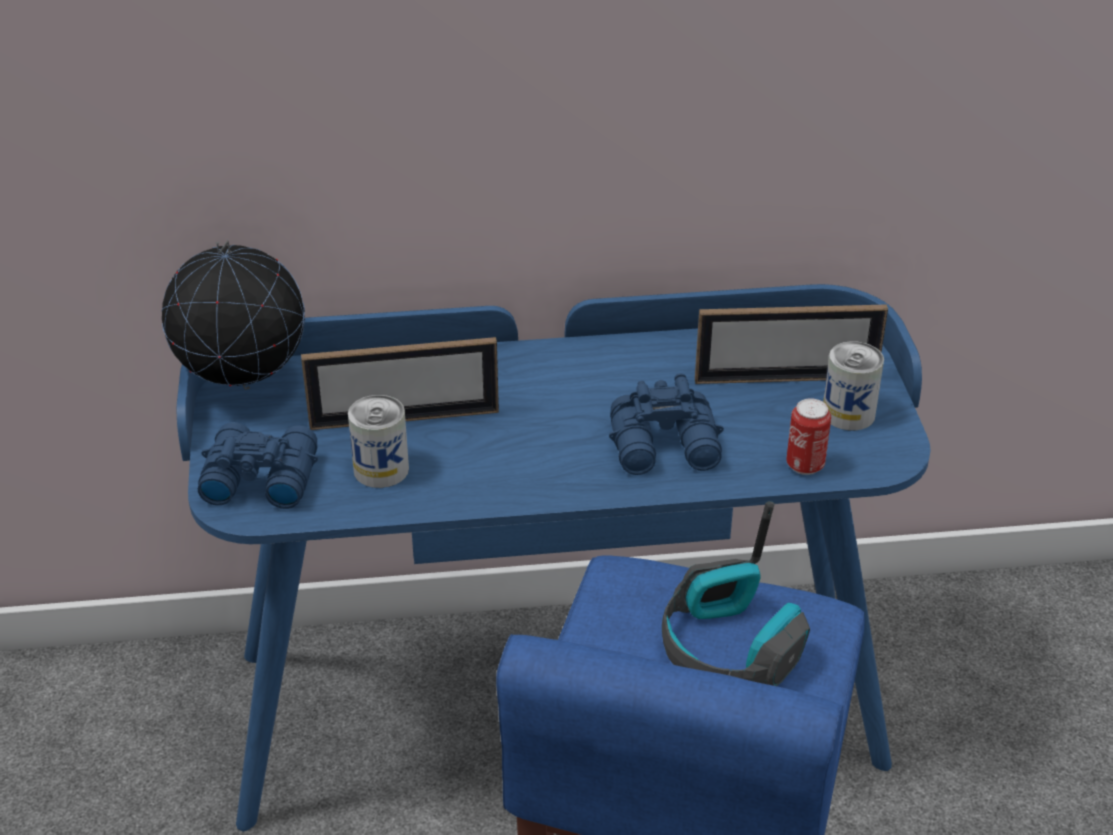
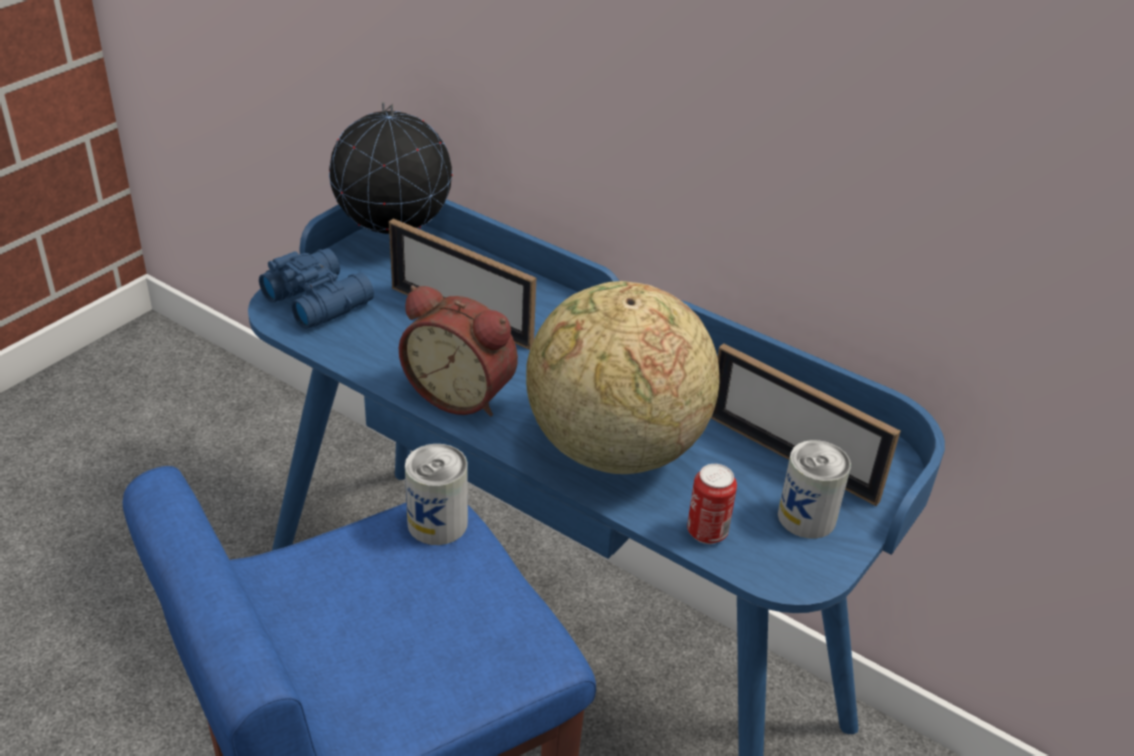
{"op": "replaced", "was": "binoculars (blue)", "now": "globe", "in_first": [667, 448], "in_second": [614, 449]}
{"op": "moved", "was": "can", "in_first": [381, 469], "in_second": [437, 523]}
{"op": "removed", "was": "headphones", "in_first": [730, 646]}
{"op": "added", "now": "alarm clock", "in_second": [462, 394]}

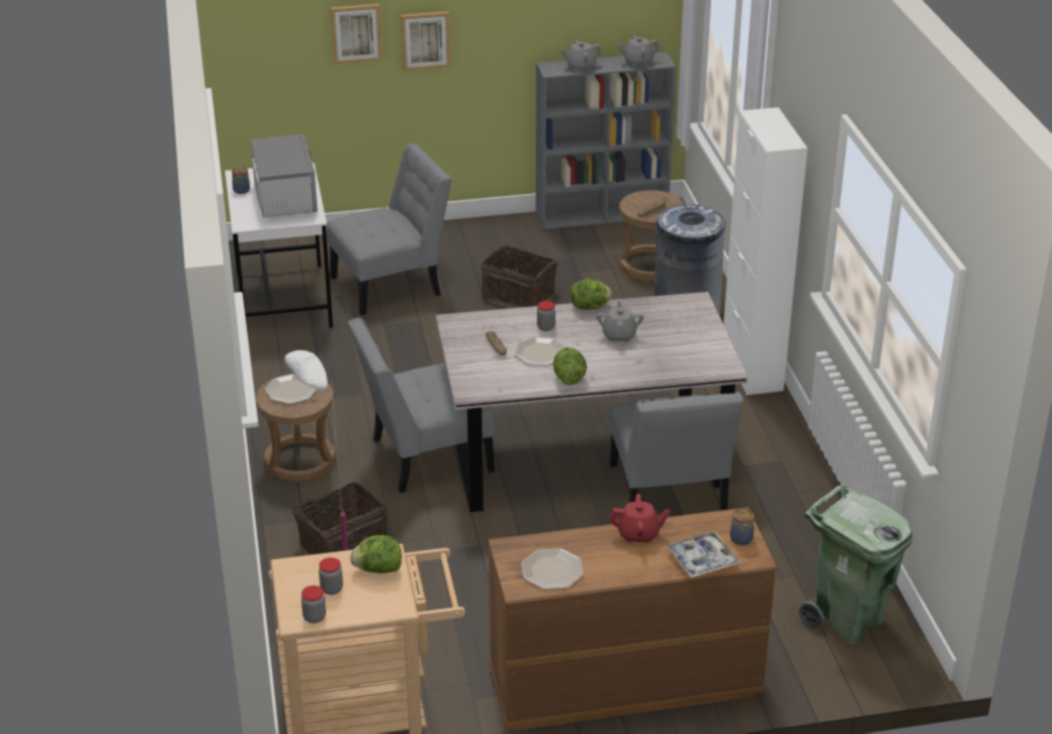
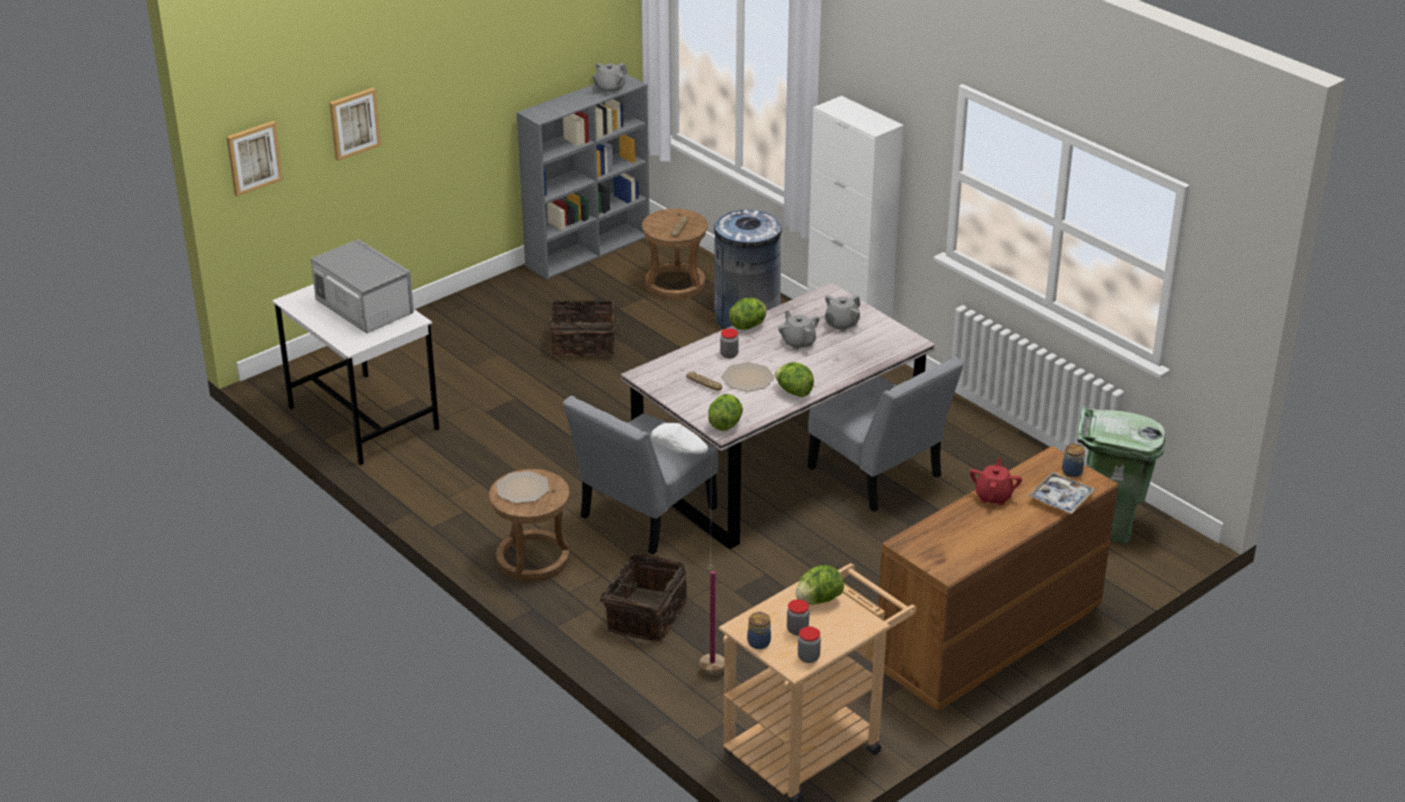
{"op": "moved", "was": "picture", "in_first": [425, 40], "in_second": [253, 157]}
{"op": "moved", "was": "teapot (grey)", "in_first": [580, 67], "in_second": [841, 324]}
{"op": "removed", "was": "chair (grey)", "in_first": [392, 285]}
{"op": "moved", "was": "jar", "in_first": [242, 190], "in_second": [759, 642]}
{"op": "turned", "was": "teapot (red)", "in_first": [638, 534], "in_second": [993, 496], "clockwise": -45}
{"op": "removed", "was": "plate", "in_first": [552, 571]}
{"op": "added", "now": "lettuce", "in_second": [725, 424]}

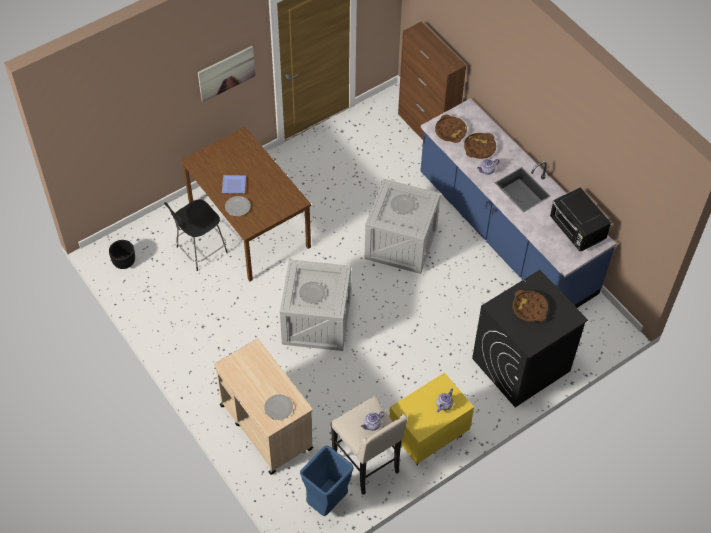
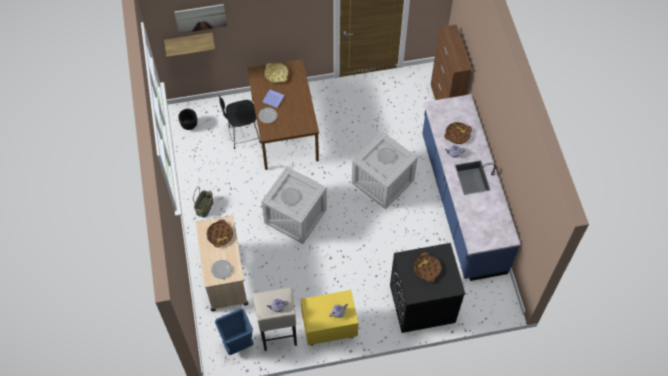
{"op": "moved", "was": "picture", "in_first": [226, 73], "in_second": [201, 18]}
{"op": "moved", "was": "tray (brown)", "in_first": [450, 131], "in_second": [220, 235]}
{"op": "removed", "was": "microwave (black)", "in_first": [577, 230]}
{"op": "added", "now": "shelf", "in_second": [189, 41]}
{"op": "added", "now": "tray (yellow)", "in_second": [276, 74]}
{"op": "added", "now": "basket", "in_second": [205, 207]}

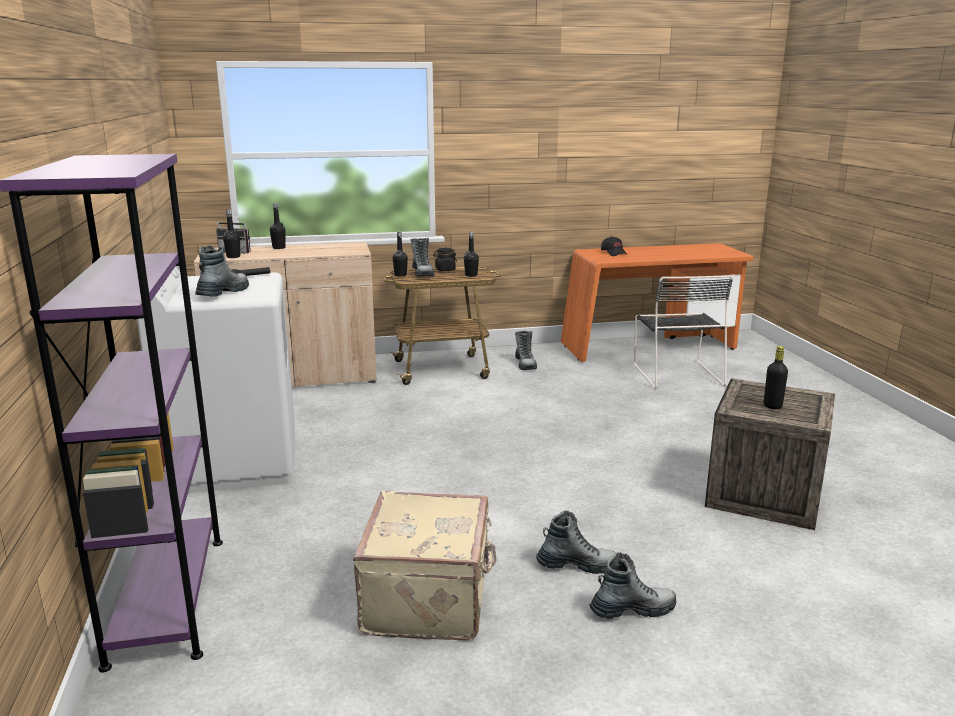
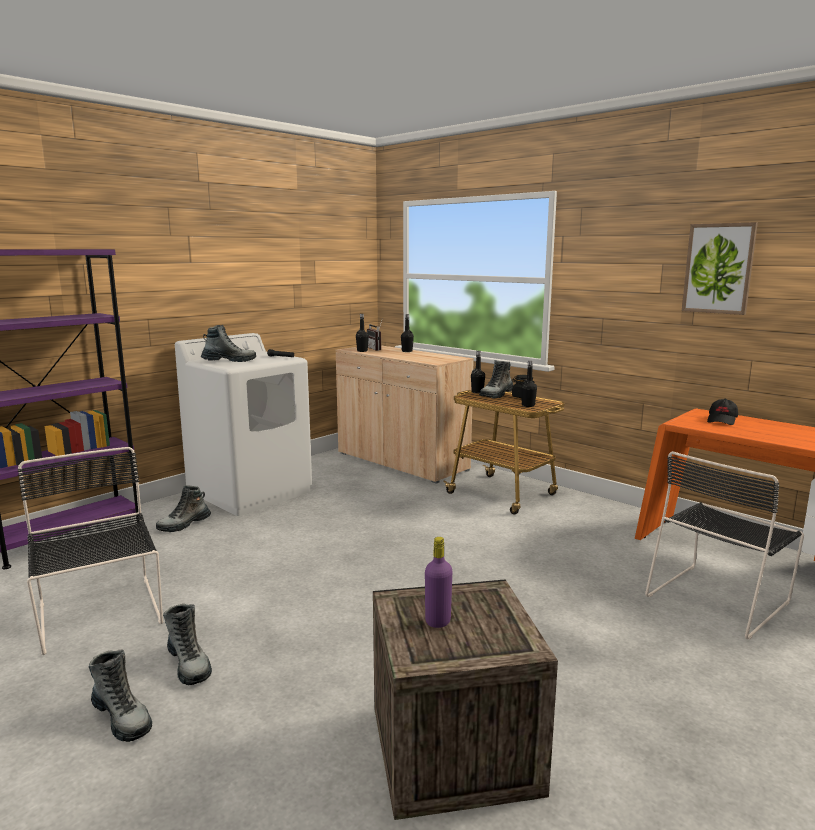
{"op": "moved", "was": "boot", "in_first": [525, 364], "in_second": [184, 524]}
{"op": "recoloured", "was": "bottle (black)", "now": "bottle (purple)", "in_first": [772, 406], "in_second": [438, 621]}
{"op": "replaced", "was": "suitcase (beige)", "now": "chair (black)", "in_first": [430, 599], "in_second": [100, 616]}
{"op": "added", "now": "picture", "in_second": [718, 268]}

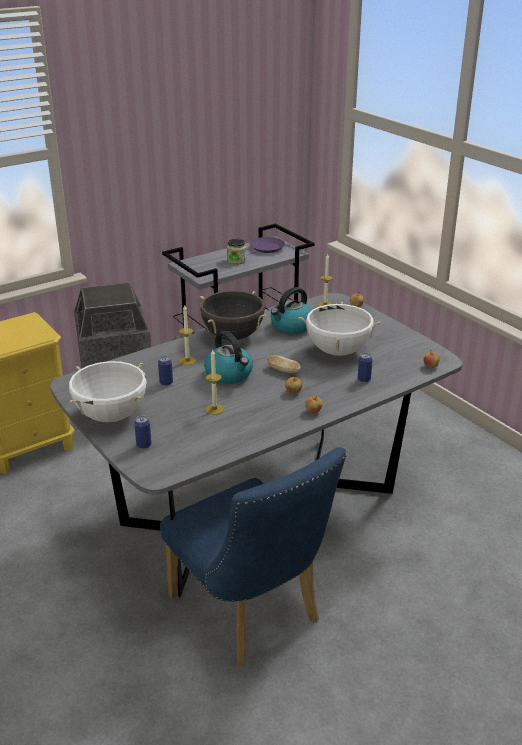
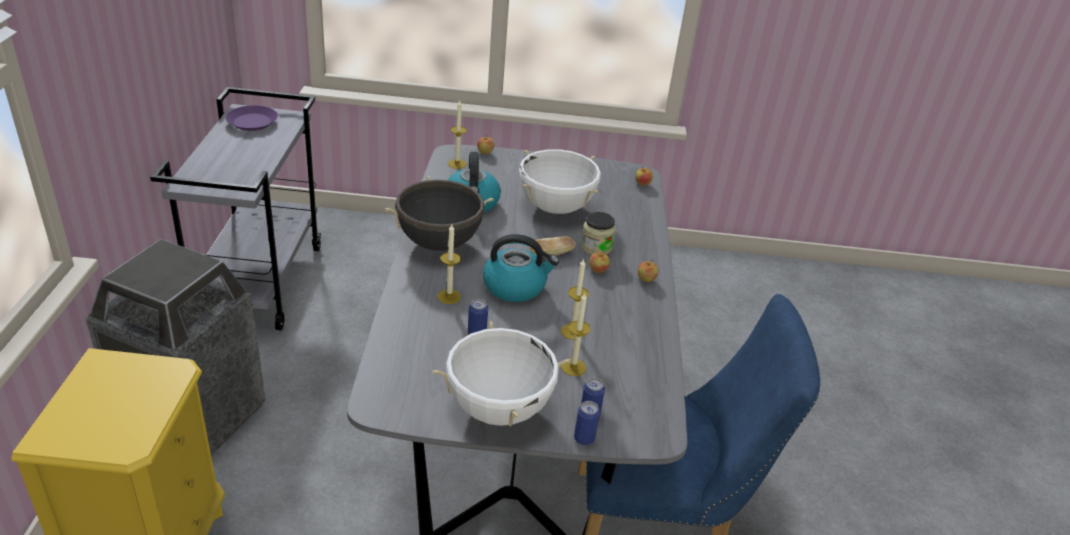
{"op": "moved", "was": "jar", "in_first": [236, 260], "in_second": [596, 247]}
{"op": "moved", "was": "can", "in_first": [364, 379], "in_second": [584, 438]}
{"op": "added", "now": "candle", "in_second": [573, 367]}

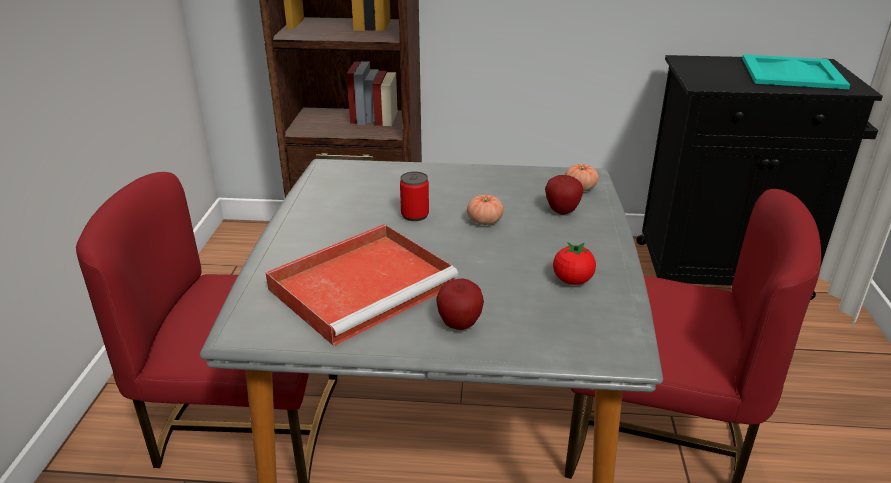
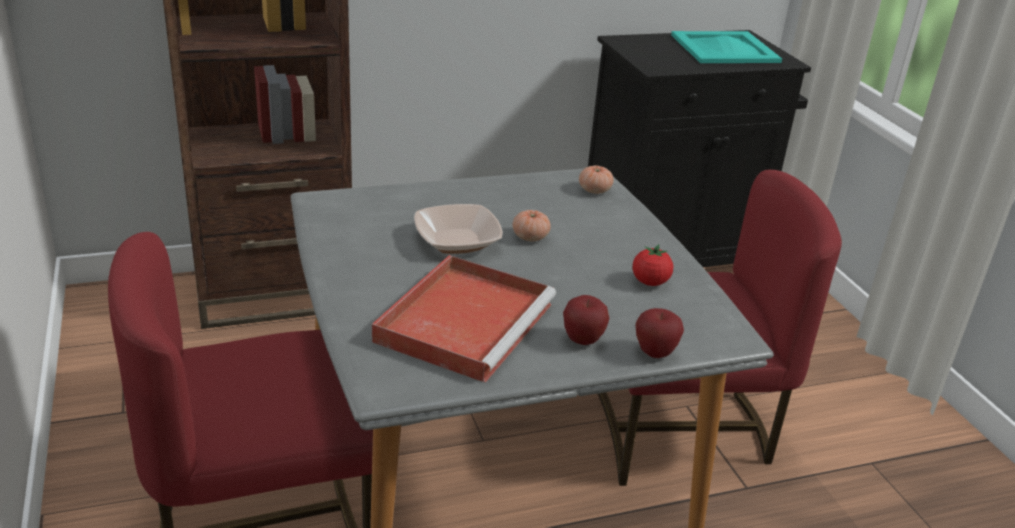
{"op": "replaced", "was": "can", "now": "bowl", "in_first": [415, 215], "in_second": [457, 241]}
{"op": "moved", "was": "apple", "in_first": [562, 211], "in_second": [655, 353]}

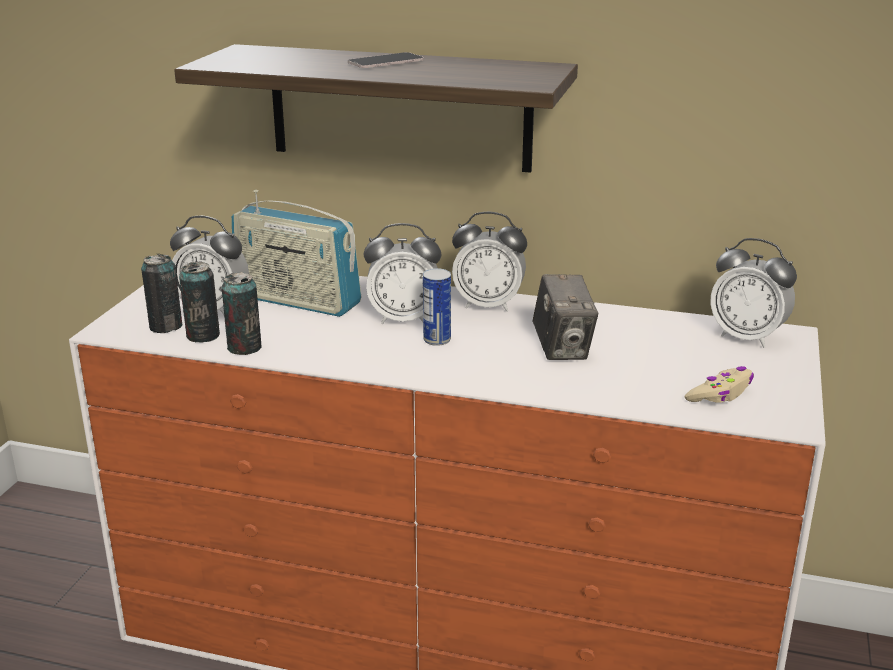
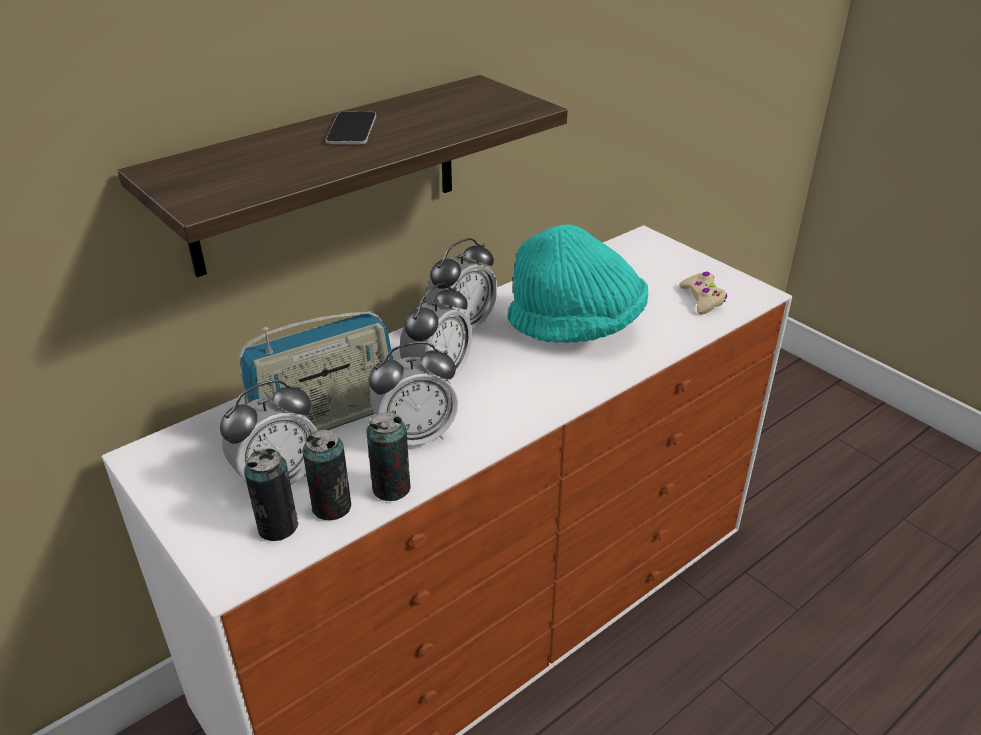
{"op": "moved", "was": "alarm clock", "in_first": [747, 337], "in_second": [416, 436]}
{"op": "removed", "was": "can", "in_first": [437, 340]}
{"op": "replaced", "was": "photo camera", "now": "hat (turquoise)", "in_first": [562, 349], "in_second": [576, 327]}

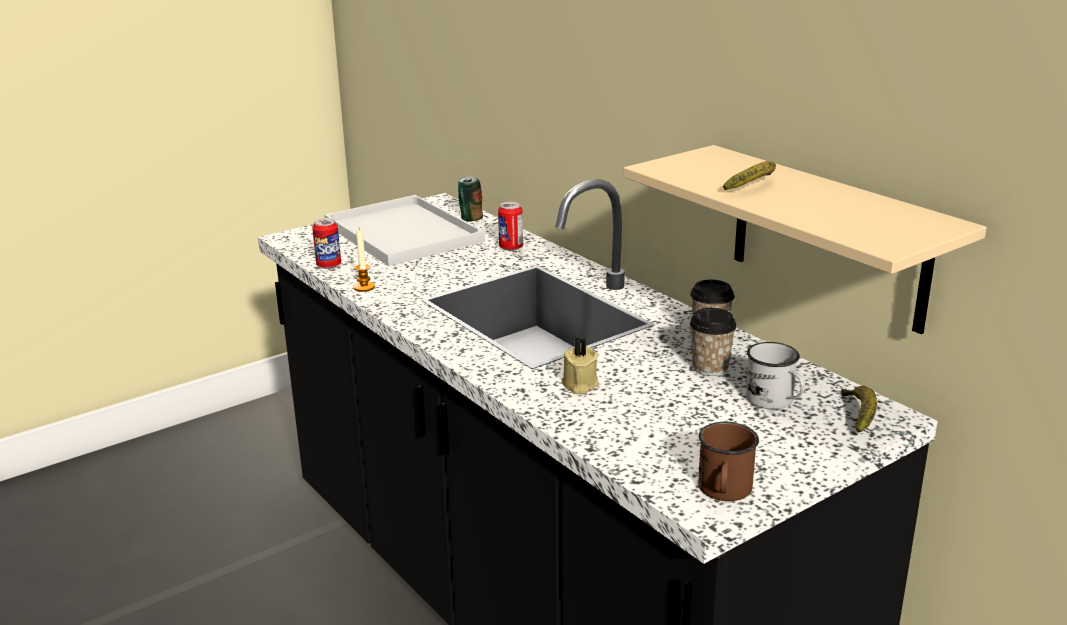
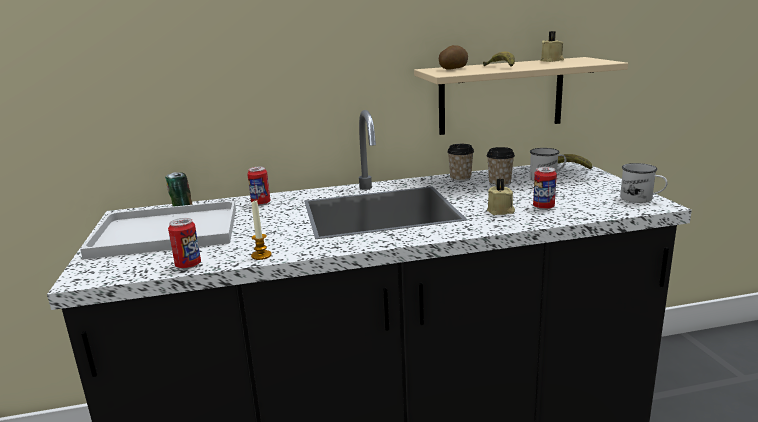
{"op": "recoloured", "was": "mug (brown)", "now": "mug (white)", "in_first": [724, 492], "in_second": [641, 199]}
{"op": "added", "now": "candle (beige)", "in_second": [552, 60]}
{"op": "added", "now": "potato", "in_second": [453, 68]}
{"op": "added", "now": "can", "in_second": [543, 207]}

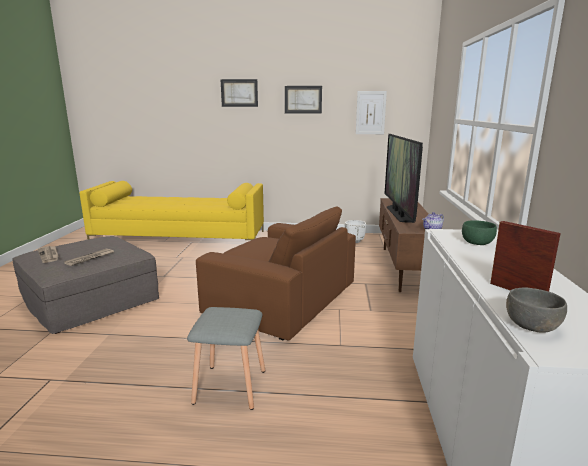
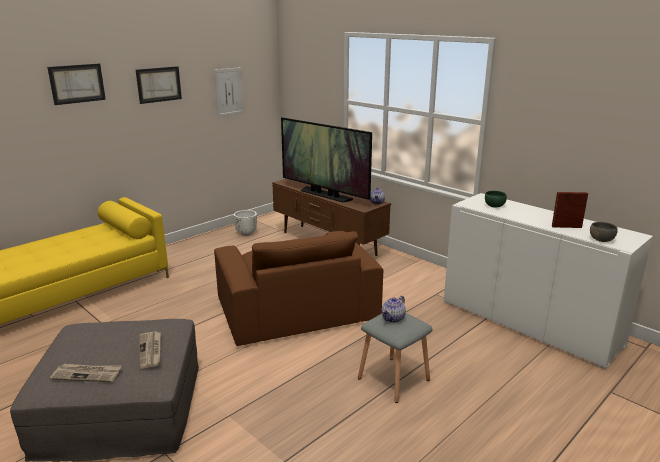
{"op": "turned", "was": "armchair (brown)", "in_first": [281, 298], "in_second": [295, 308], "clockwise": 90}
{"op": "added", "now": "teapot", "in_second": [393, 318]}

